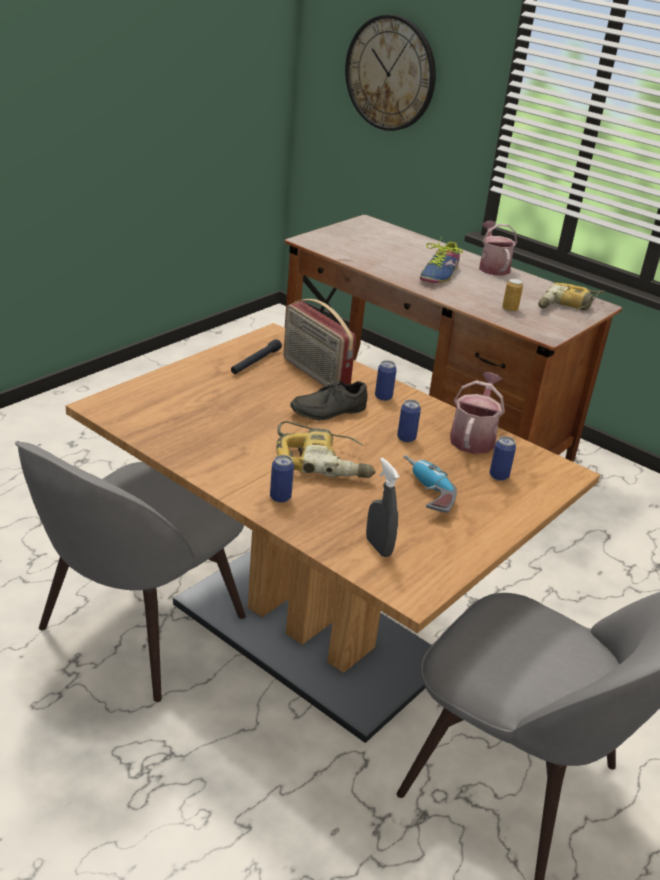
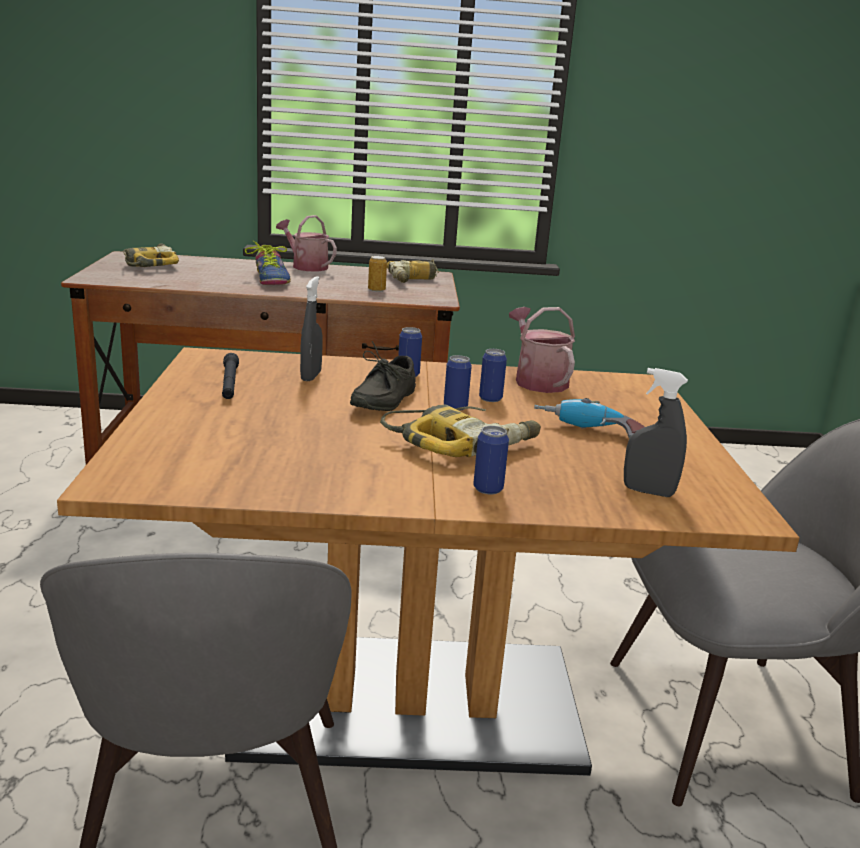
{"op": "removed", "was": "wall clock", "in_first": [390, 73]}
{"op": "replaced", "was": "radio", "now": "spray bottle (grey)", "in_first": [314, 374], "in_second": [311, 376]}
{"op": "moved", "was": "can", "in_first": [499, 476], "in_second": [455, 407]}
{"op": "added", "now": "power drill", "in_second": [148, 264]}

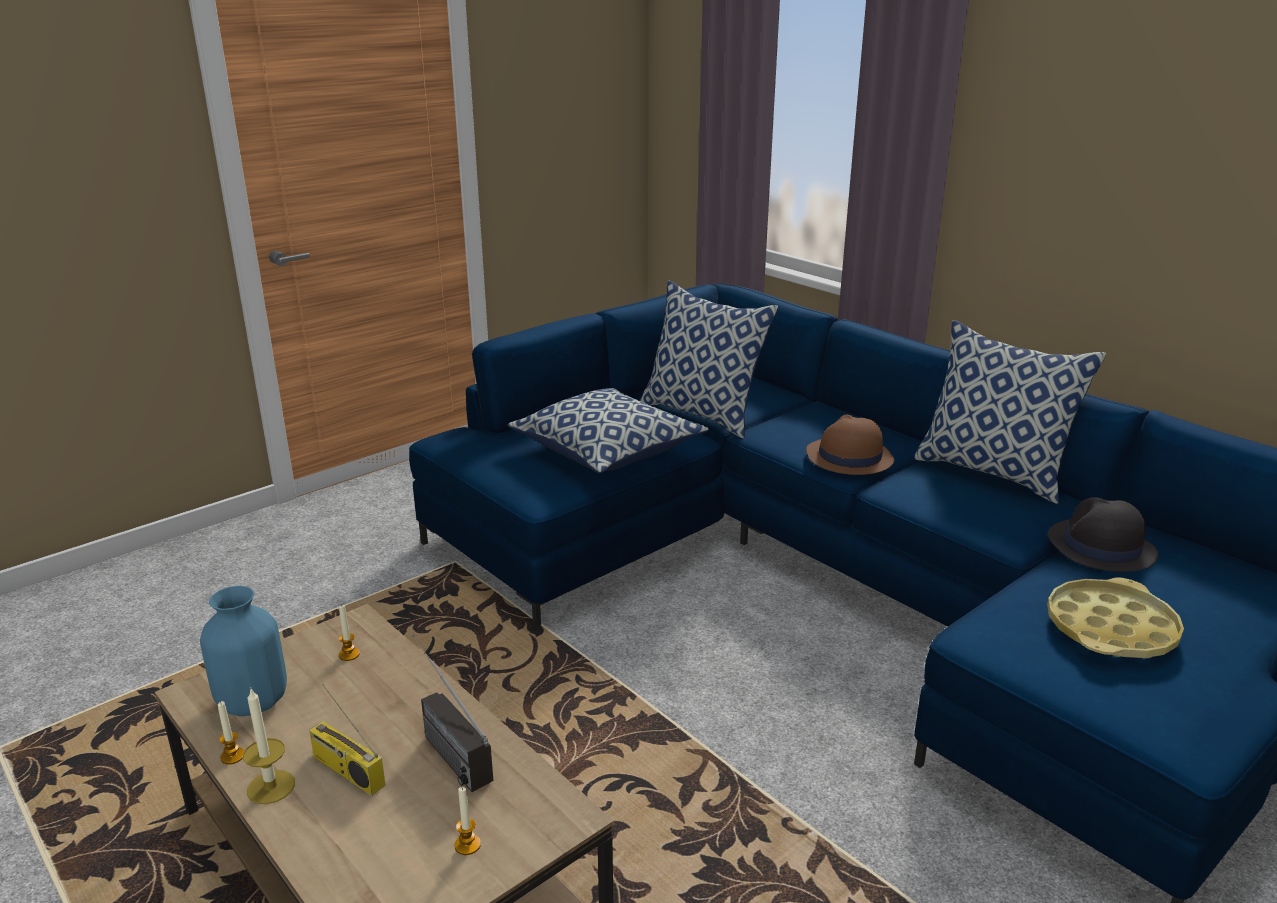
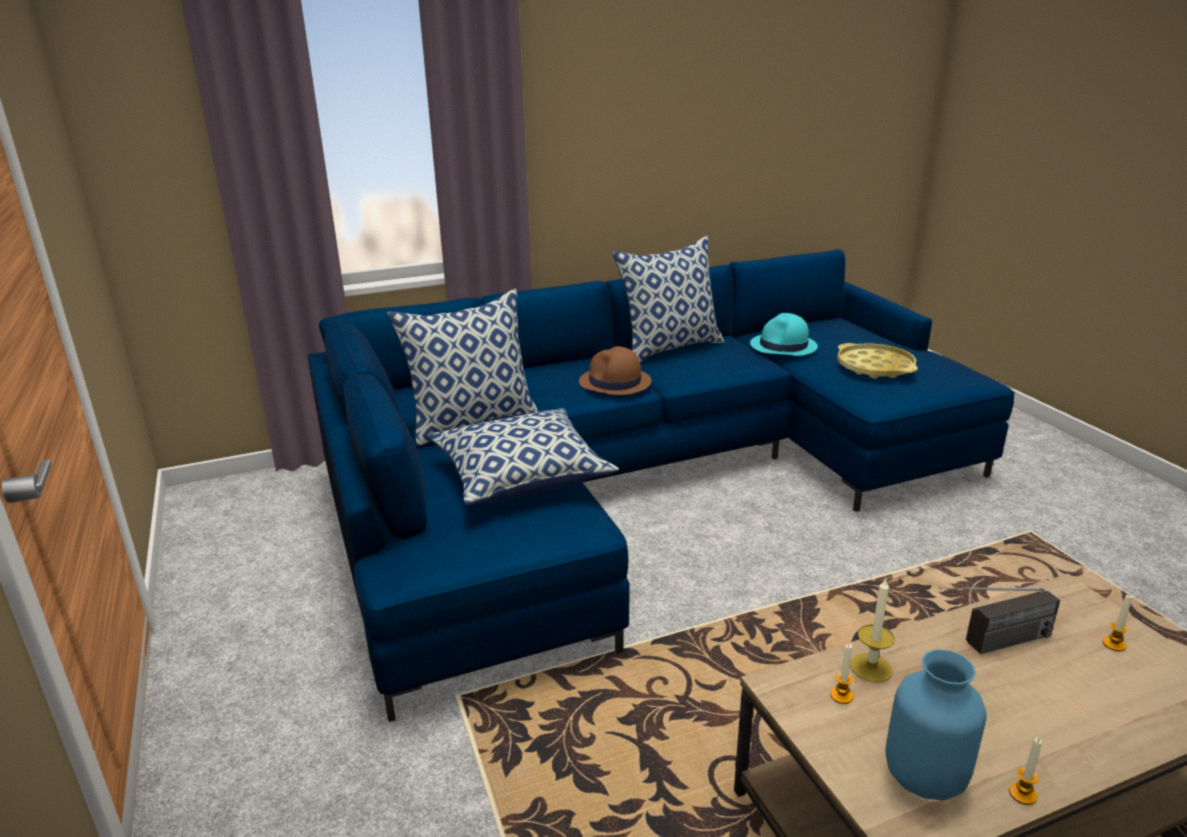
{"op": "recoloured", "was": "hat (black)", "now": "hat (turquoise)", "in_first": [1100, 547], "in_second": [783, 346]}
{"op": "removed", "was": "radio", "in_first": [346, 771]}
{"op": "moved", "was": "candle", "in_first": [271, 787], "in_second": [871, 668]}

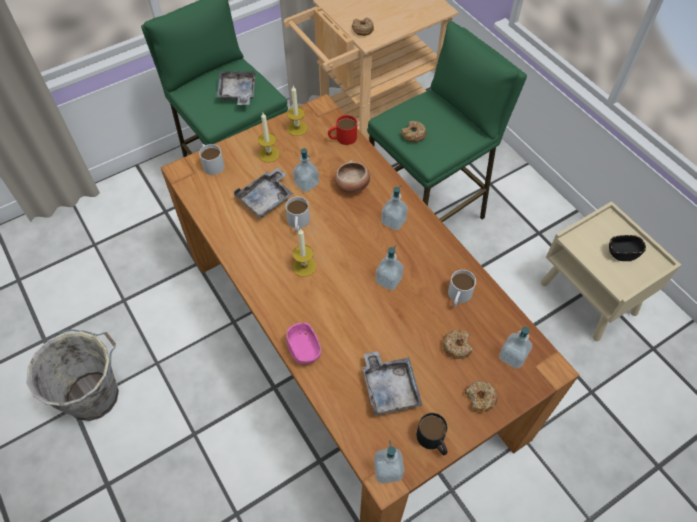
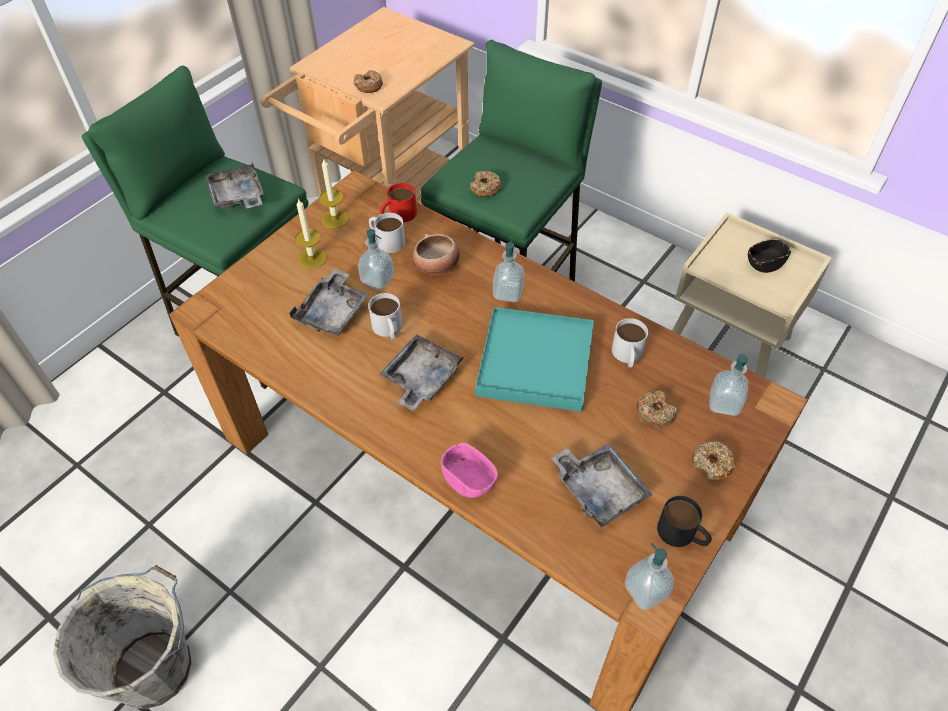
{"op": "moved", "was": "mug (white)", "in_first": [211, 163], "in_second": [386, 240]}
{"op": "replaced", "was": "candle", "now": "tray (grey)", "in_first": [304, 266], "in_second": [421, 379]}
{"op": "replaced", "was": "soap dispenser", "now": "tray (turquoise)", "in_first": [388, 280], "in_second": [535, 362]}

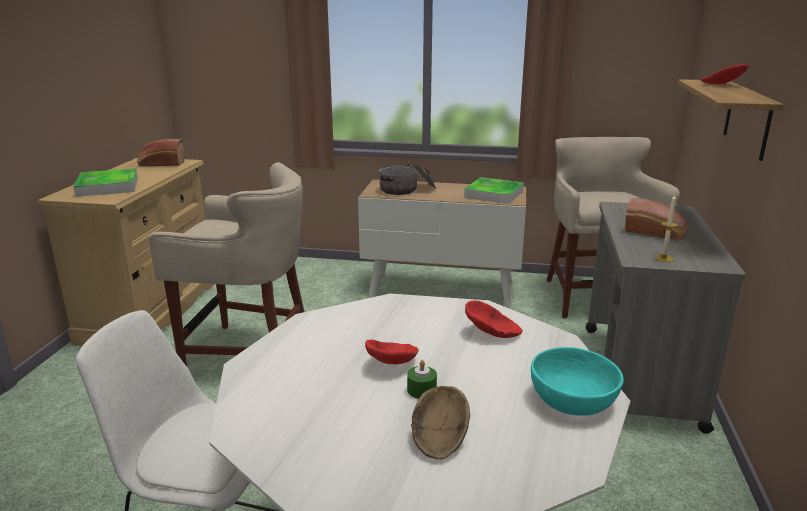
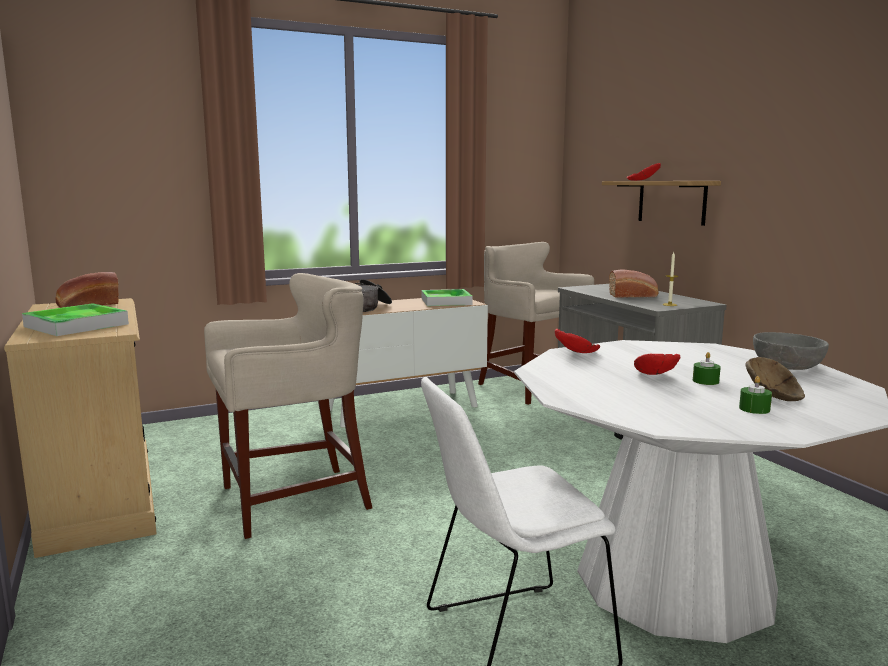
{"op": "moved", "was": "bowl (red)", "in_first": [493, 334], "in_second": [578, 353]}
{"op": "recoloured", "was": "bowl (turquoise)", "now": "bowl (grey)", "in_first": [573, 400], "in_second": [787, 365]}
{"op": "added", "now": "candle (green)", "in_second": [754, 409]}

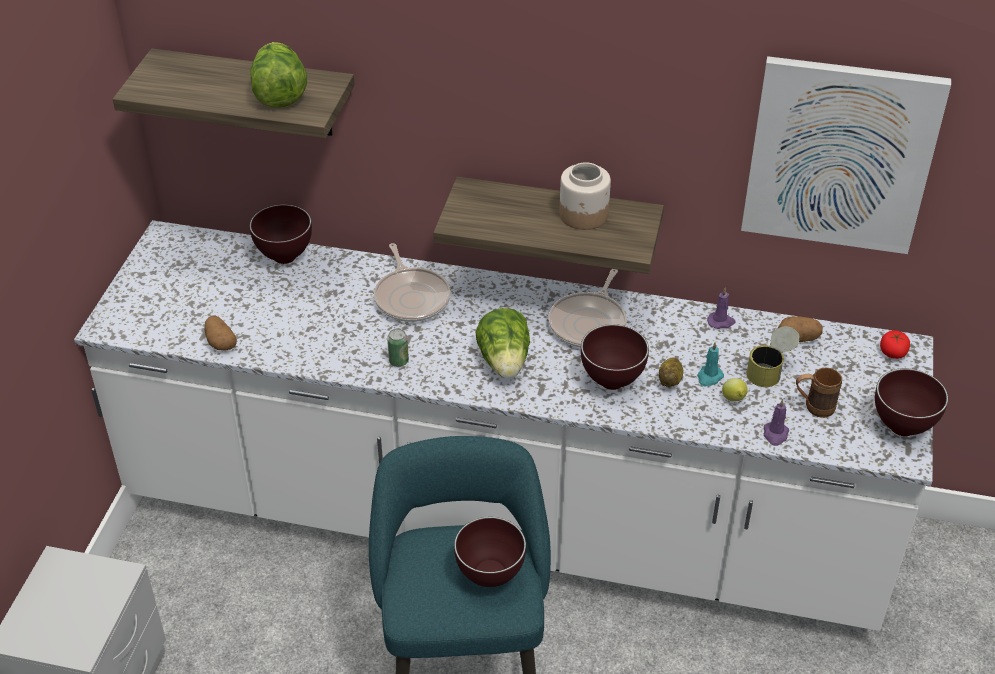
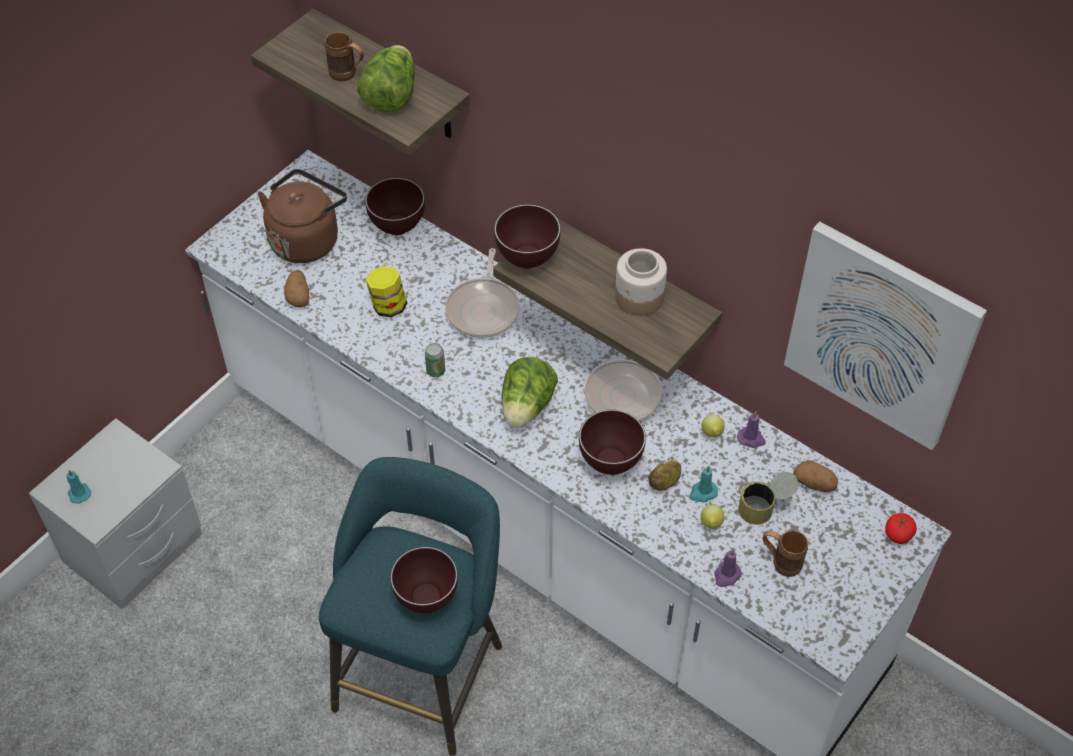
{"op": "moved", "was": "bowl (brown)", "in_first": [900, 428], "in_second": [526, 260]}
{"op": "added", "now": "mug (brown)", "in_second": [348, 75]}
{"op": "added", "now": "kettle (brown)", "in_second": [306, 239]}
{"op": "added", "now": "jar", "in_second": [388, 306]}
{"op": "added", "now": "lemon", "in_second": [712, 434]}
{"op": "added", "now": "candle (turquoise)", "in_second": [79, 492]}

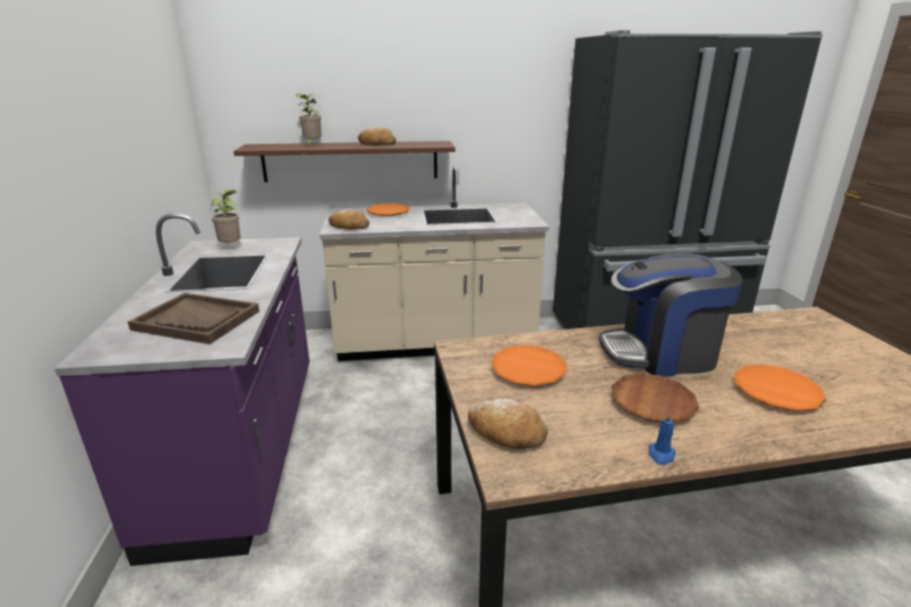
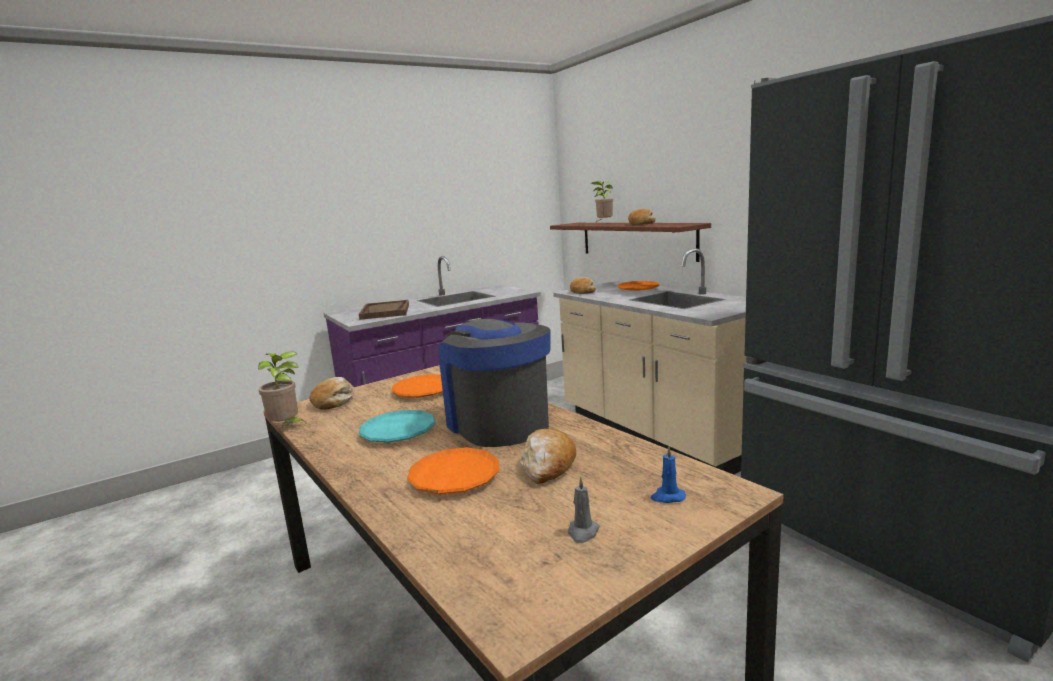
{"op": "moved", "was": "potted plant", "in_first": [232, 247], "in_second": [287, 427]}
{"op": "recoloured", "was": "plate (brown)", "now": "plate (turquoise)", "in_first": [652, 403], "in_second": [398, 431]}
{"op": "moved", "was": "candle (blue)", "in_first": [661, 455], "in_second": [667, 497]}
{"op": "added", "now": "bread", "in_second": [548, 465]}
{"op": "added", "now": "candle (grey)", "in_second": [583, 532]}

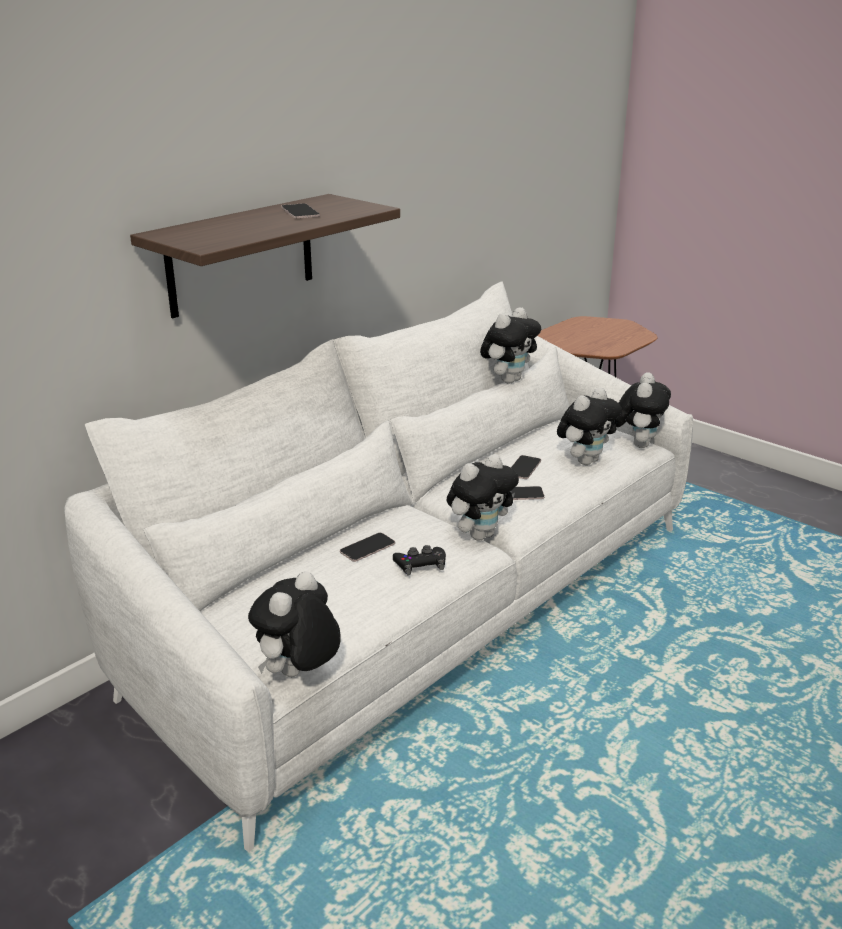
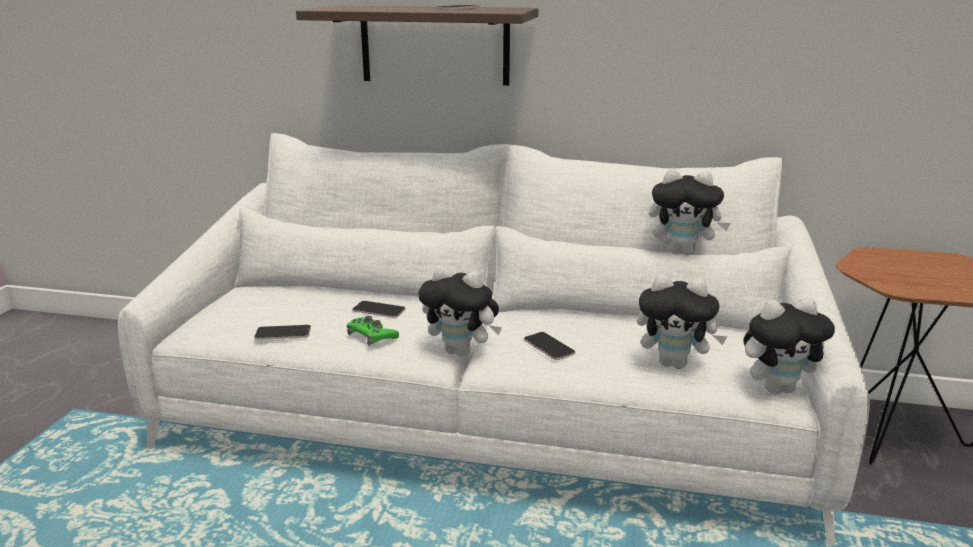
{"op": "moved", "was": "phone", "in_first": [524, 468], "in_second": [283, 333]}
{"op": "recoloured", "was": "game controller (black)", "now": "game controller (green)", "in_first": [420, 564], "in_second": [372, 336]}
{"op": "removed", "was": "plush toy", "in_first": [298, 675]}

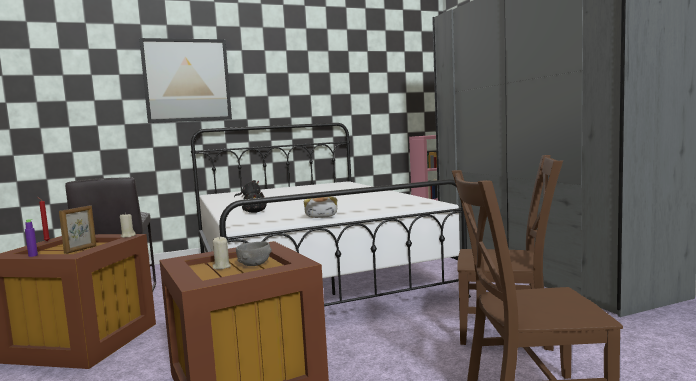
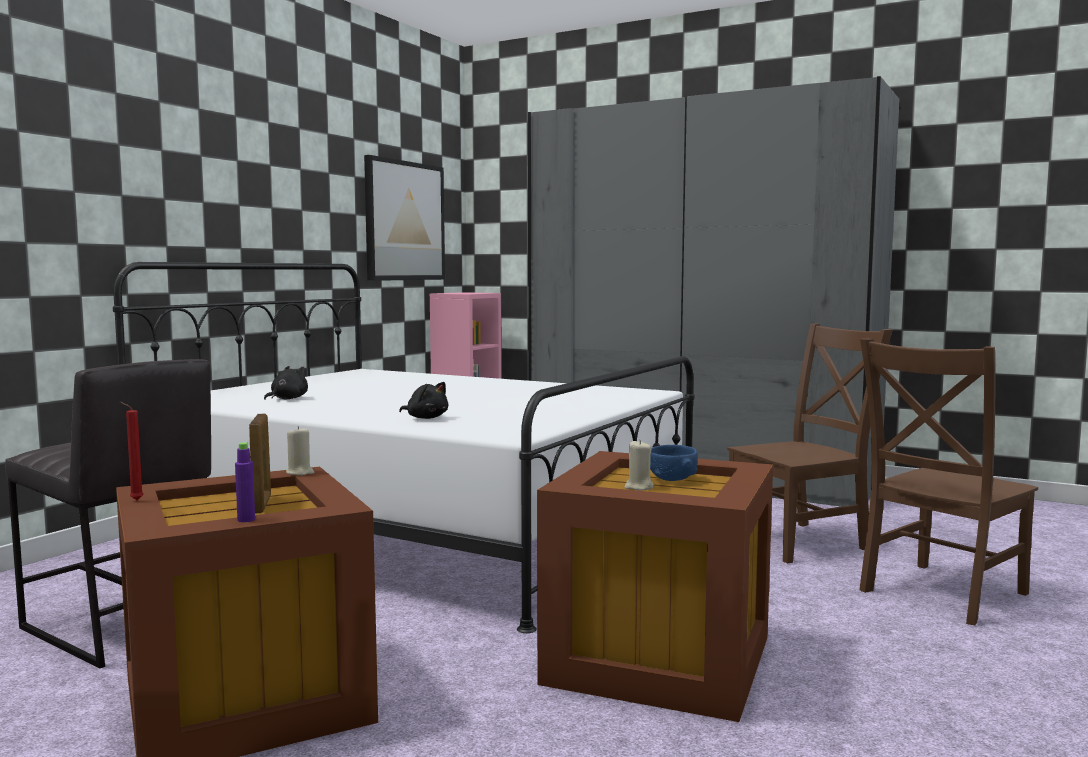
{"op": "moved", "was": "picture", "in_first": [187, 80], "in_second": [404, 221]}
{"op": "removed", "was": "plush toy", "in_first": [322, 216]}
{"op": "recoloured", "was": "bowl (grey)", "now": "bowl (blue)", "in_first": [254, 265], "in_second": [672, 479]}

